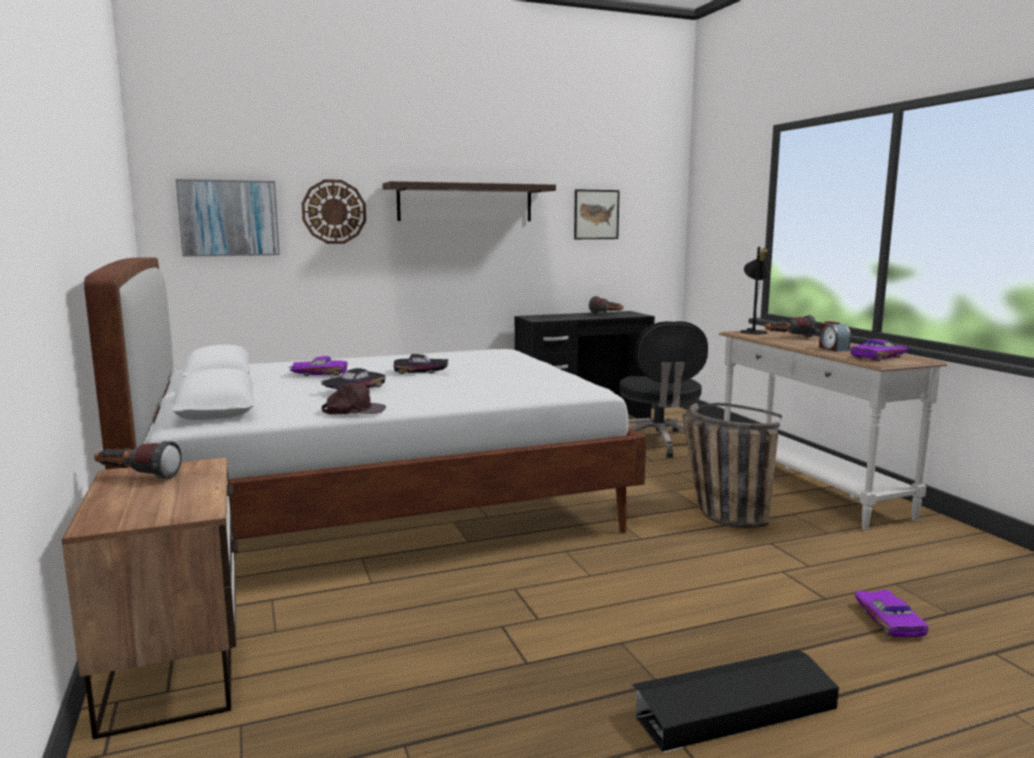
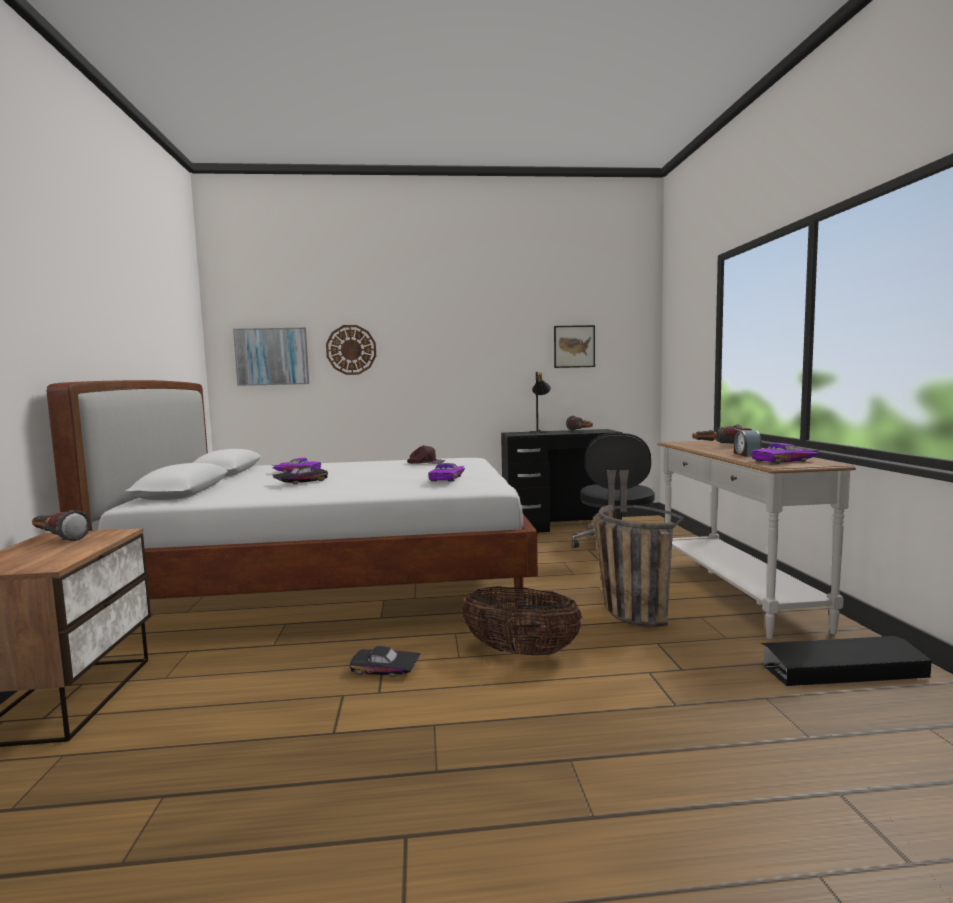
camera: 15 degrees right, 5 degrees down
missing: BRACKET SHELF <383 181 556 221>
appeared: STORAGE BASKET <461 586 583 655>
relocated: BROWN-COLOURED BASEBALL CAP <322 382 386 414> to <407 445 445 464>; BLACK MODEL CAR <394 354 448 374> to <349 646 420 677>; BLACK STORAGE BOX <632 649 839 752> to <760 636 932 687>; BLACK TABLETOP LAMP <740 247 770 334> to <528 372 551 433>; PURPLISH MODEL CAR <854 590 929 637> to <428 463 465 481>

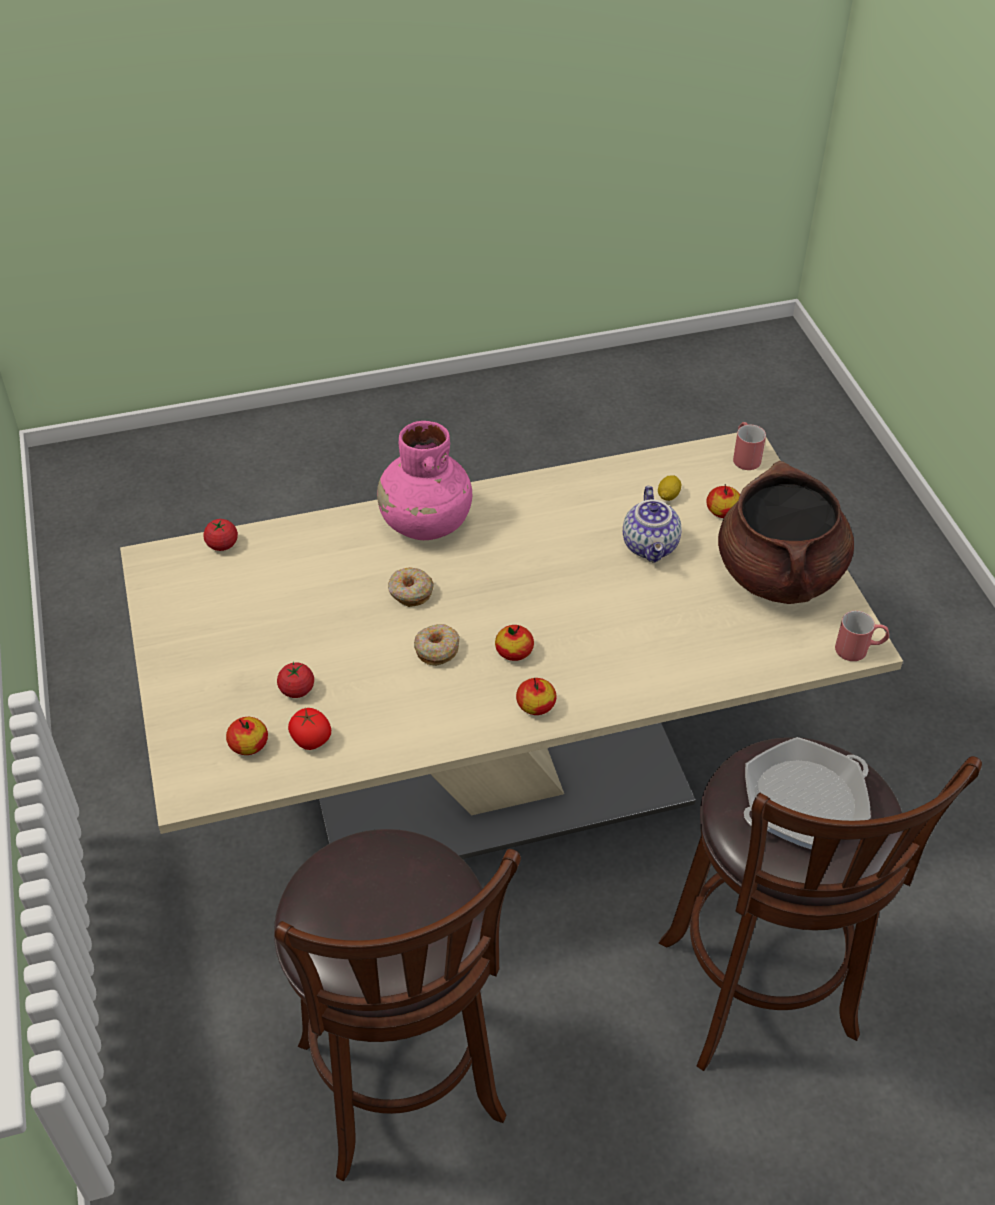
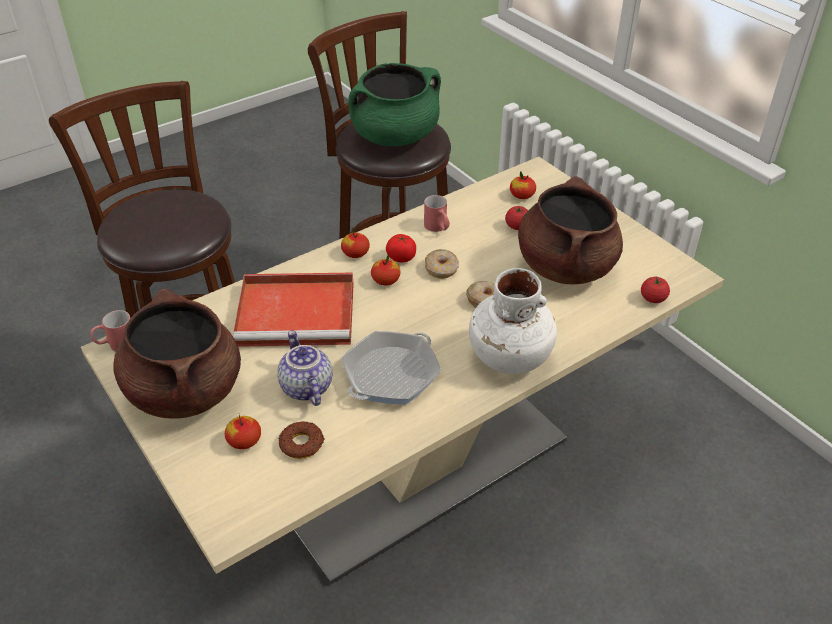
camera: 160 degrees right, 5 degrees down
appeared: RED-COLOURED CARRYING TRAY <233 272 354 347>; GREEN-COLOURED STOCKPOT <348 63 441 146>; BROWN-COLOURED STOCKPOT <518 176 623 284>
relocated: FRESH TOMATO <288 708 331 750> to <386 234 416 262>; RED-COLOURED COFFEE MUG <733 422 766 470> to <424 195 450 232>; PAN <744 737 871 850> to <342 331 441 405>
exchanged: LEMON <658 475 682 501> to DONUT <279 421 324 459>
colour: PINK FLOWER VASE <377 421 472 540> to WHITE-COLOURED FLOWER VASE <469 268 557 374>

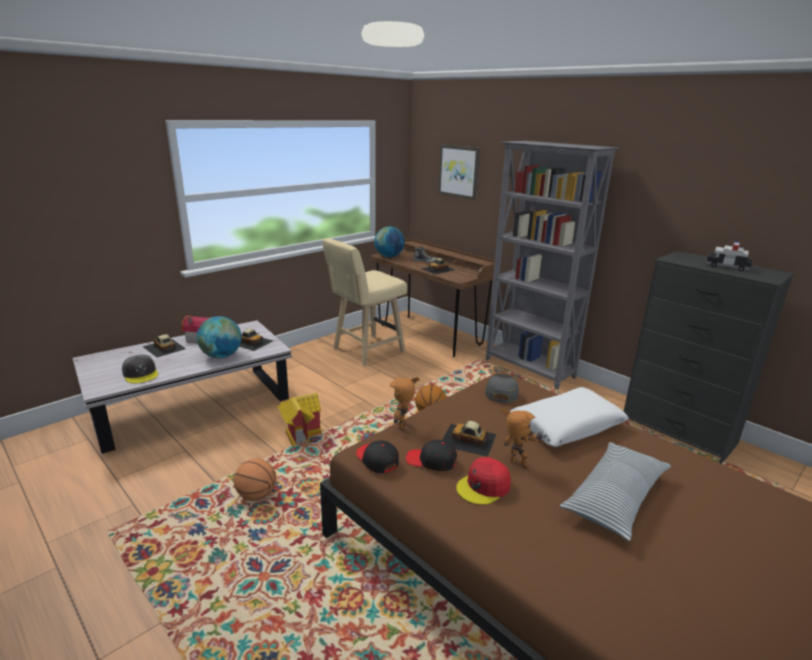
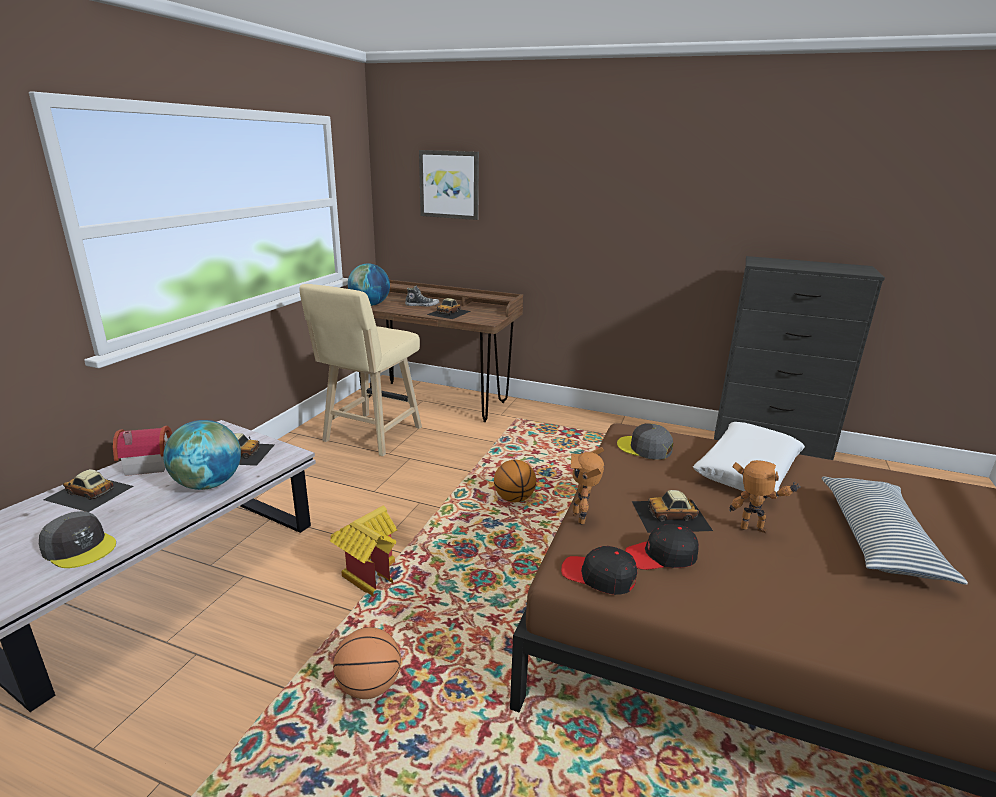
camera: 25 degrees left, 0 degrees up
missing: RED-COLOURED BASEBALL CAP <456 457 511 505>; GREY BOOKCASE <486 141 619 390>; MODEL CAR <706 242 752 271>
spun: GREY BASEBALL CAP <485 374 519 403> = <617 423 673 460> 45 degrees counterclockwise

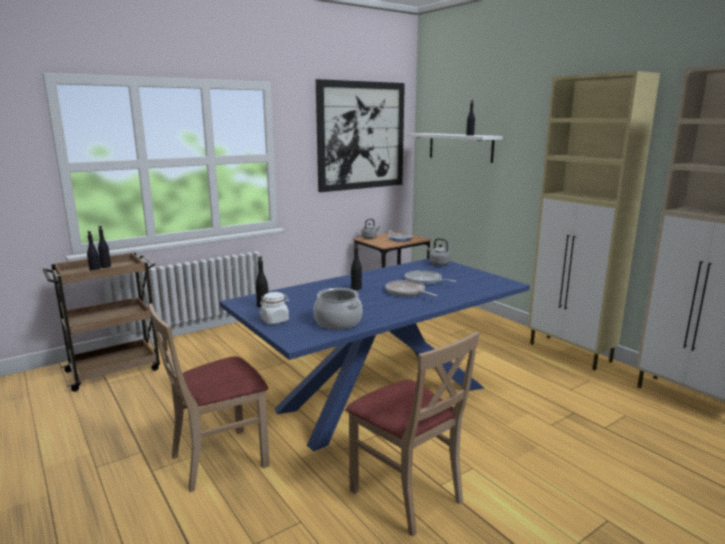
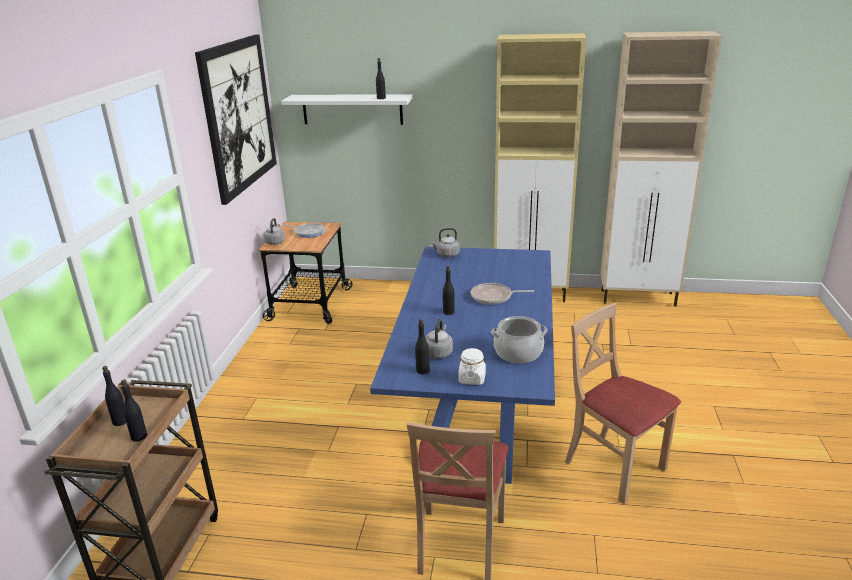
camera: 45 degrees left, 10 degrees up
missing: PAN <405 270 457 285>
appeared: GREY WATER KETTLE <425 319 453 359>
spun: BEIGE-COLOURED CHAIR <346 331 480 537> = <565 303 681 505> 135 degrees counterclockwise

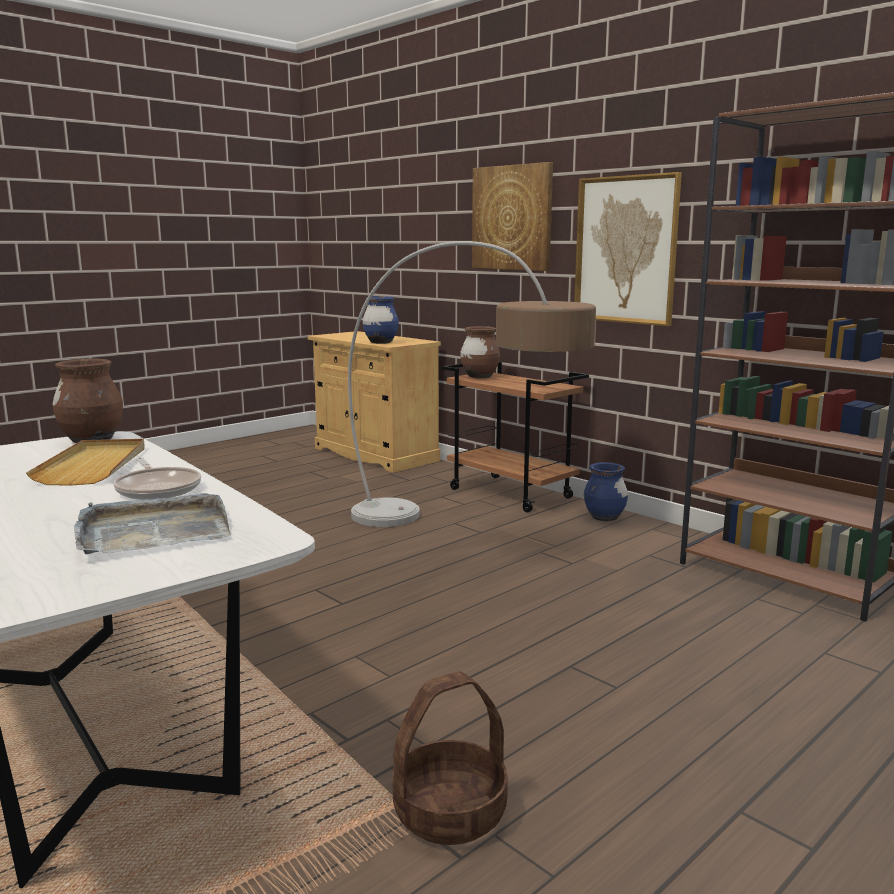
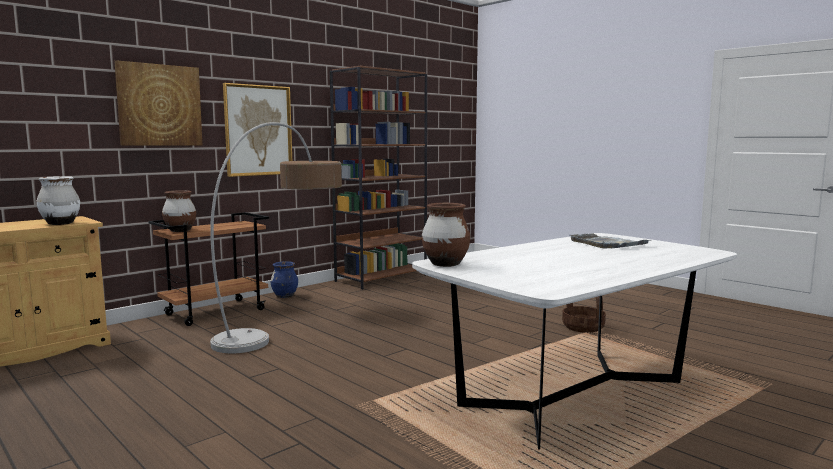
camera: 90 degrees left, 5 degrees down
missing: BEIGE-COLOURED CARRYING TRAY <26 439 145 486>; PAN <113 457 201 500>
colour: BLUE-COLOURED FLOWER VASE <362 296 399 344> to WHITE-COLOURED FLOWER VASE <36 176 80 225>

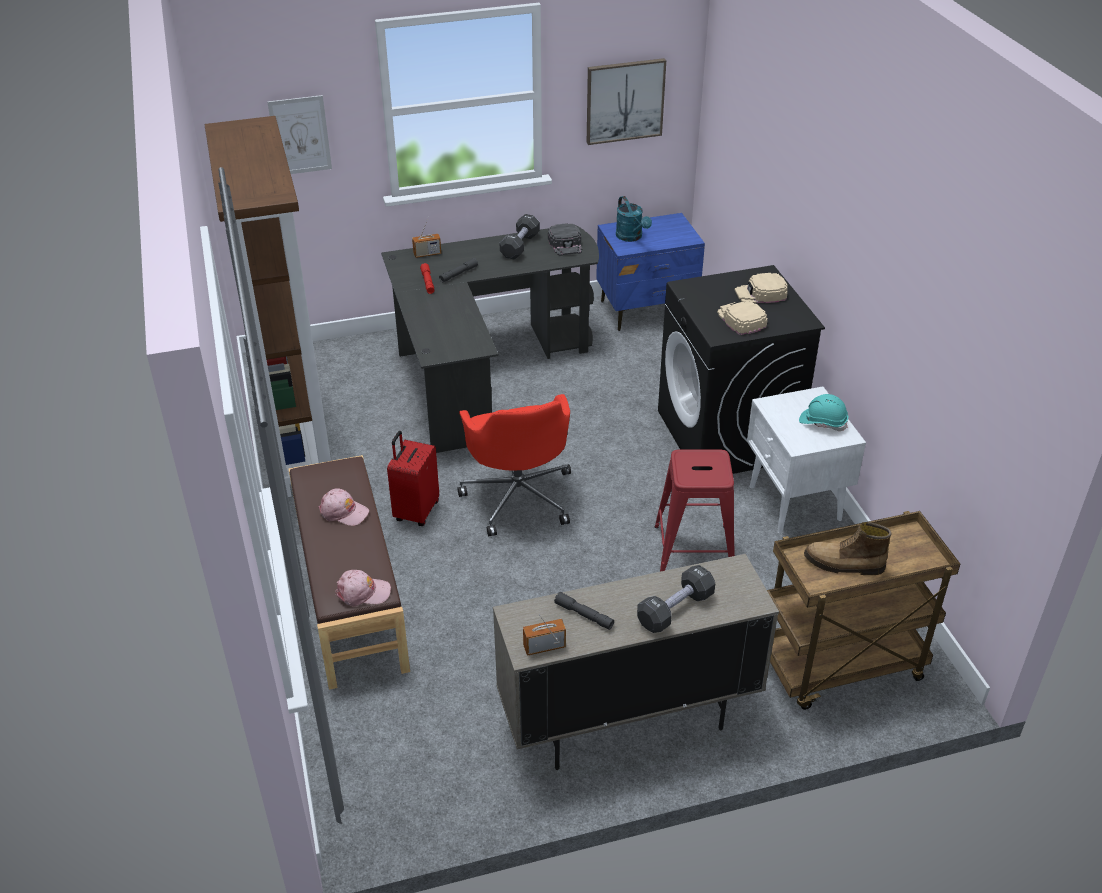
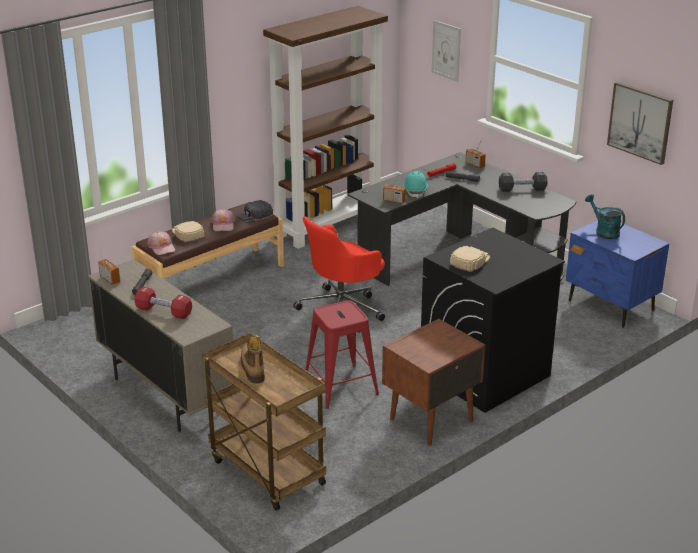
camera: 65 degrees right, 10 degrees down
missing: RED-COLOURED PIECE OF LUGGAGE <387 431 439 526>
appeared: RADIO <383 179 406 204>
relocated: BLACK BASEBALL CAP <548 223 582 256> to <237 200 273 223>; BEIGE-COLOURED BASEBALL CAP <735 273 788 303> to <172 221 205 243>; TURQUOISE-COLOURED WORK HELMET <799 394 848 431> to <403 171 428 198>
colour: BLACK HAND WEIGHT <637 565 715 633> to RED-COLOURED HAND WEIGHT <134 286 192 319>; WHITE-COLOURED BEDSIDE TABLE <747 387 866 533> to BROWN-COLOURED BEDSIDE TABLE <382 319 485 446>
spun: TURQUOISE-COLOURED WATERING POT <616 196 652 242> = <585 194 625 239> 105 degrees clockwise

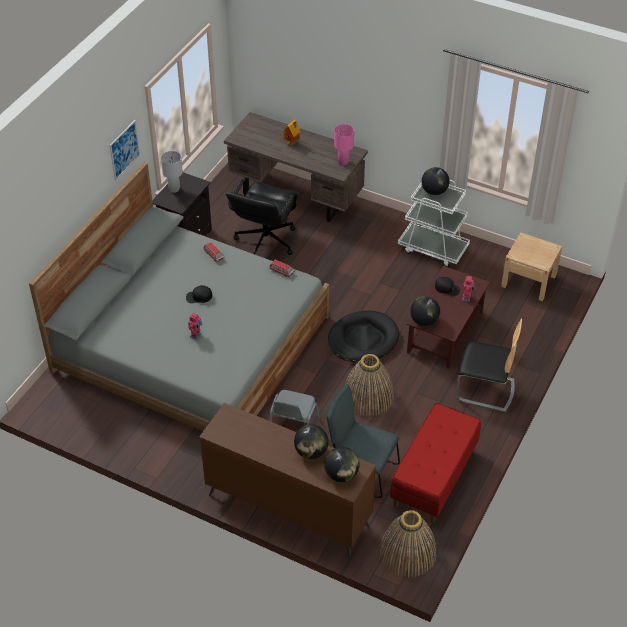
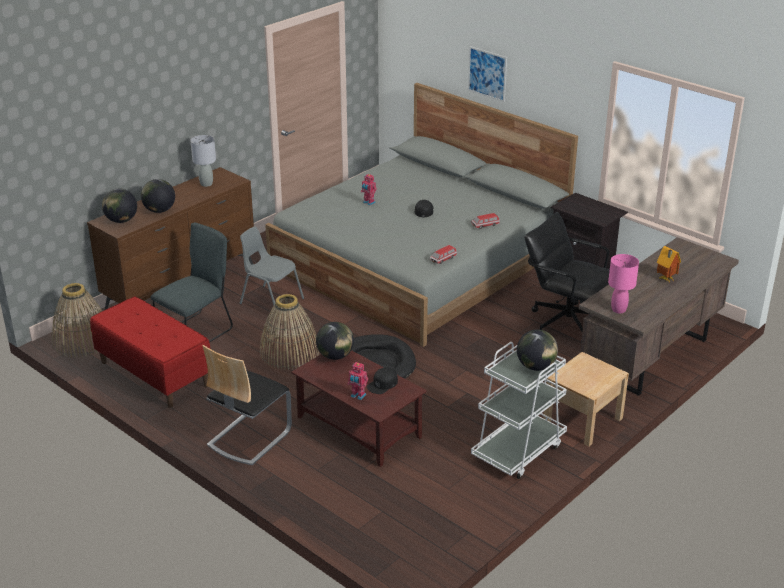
camera: 105 degrees right, 15 degrees down
relocated: WALL PICTURE <110 120 140 181> to <468 46 507 102>; GREY TABLETOP LAMP <161 151 183 193> to <190 135 216 187>; BEIGE-COLOURED BEDSIDE TABLE <501 232 562 301> to <543 352 629 447>

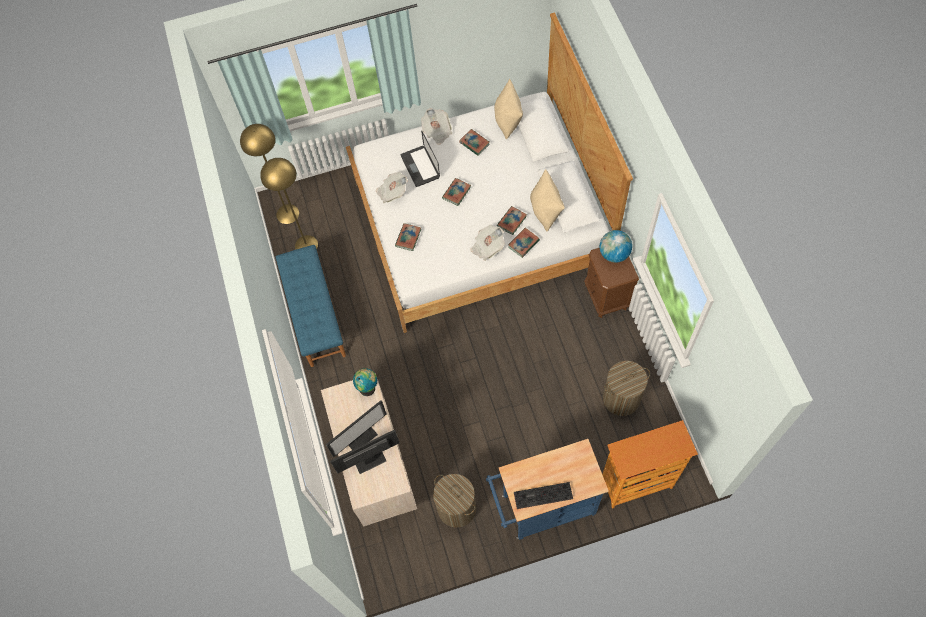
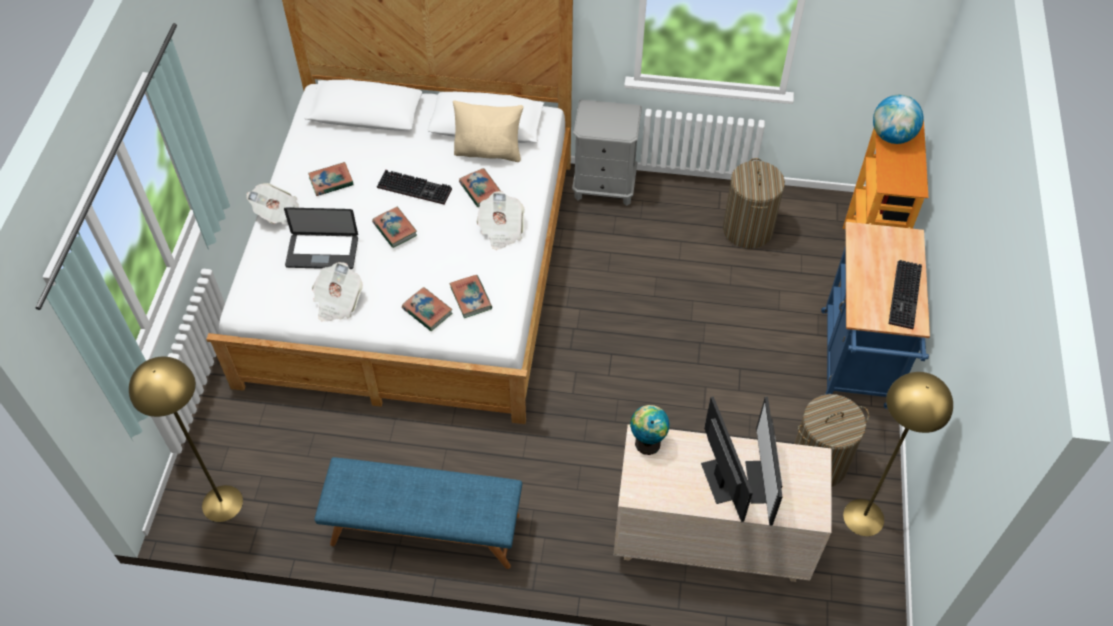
camera: 70 degrees left, 10 degrees down
missing: BEIGE-COLOURED PILLOW <494 79 523 139>
appeared: COMPUTER KEYBOARD <377 170 452 205>
relocated: YELLOWISH FLOOR LAMP <260 158 318 250> to <843 372 953 536>; BOOK <508 228 540 258> to <449 275 492 318>; WORLD GLOBE <600 230 632 263> to <873 95 923 144>
colour: BROWN-COLOURED BEDSIDE TABLE <584 248 639 318> to GREY BEDSIDE TABLE <572 100 642 206>

